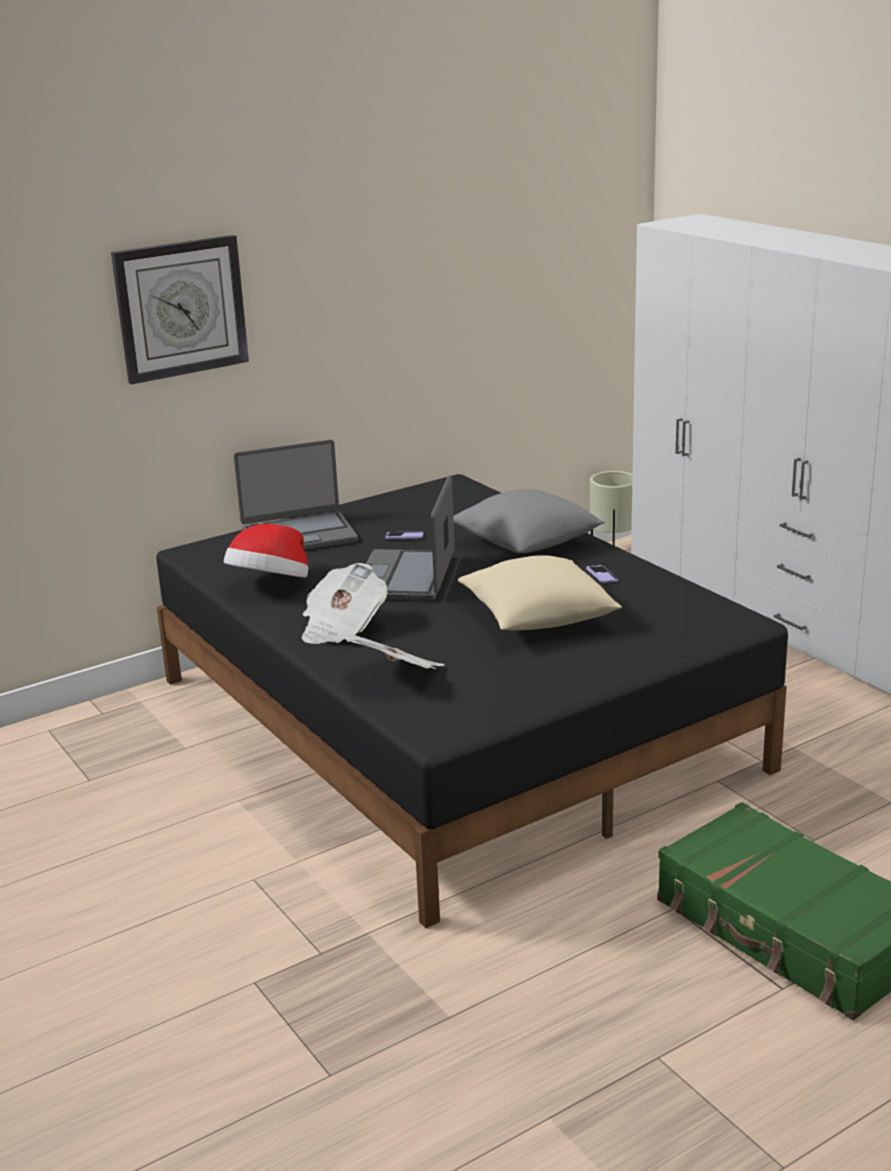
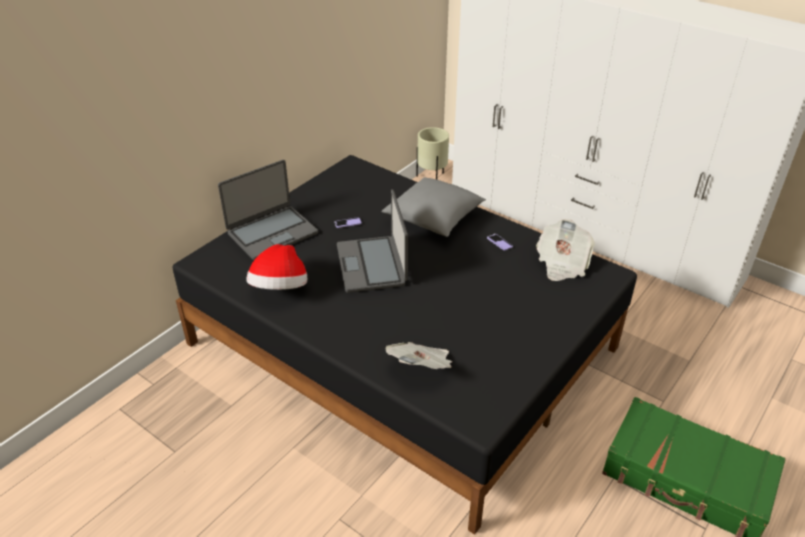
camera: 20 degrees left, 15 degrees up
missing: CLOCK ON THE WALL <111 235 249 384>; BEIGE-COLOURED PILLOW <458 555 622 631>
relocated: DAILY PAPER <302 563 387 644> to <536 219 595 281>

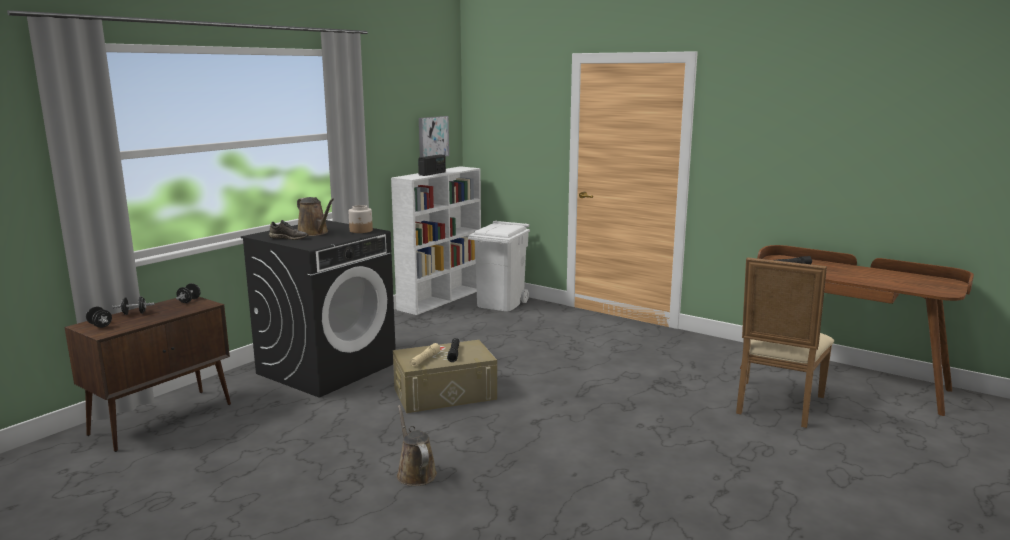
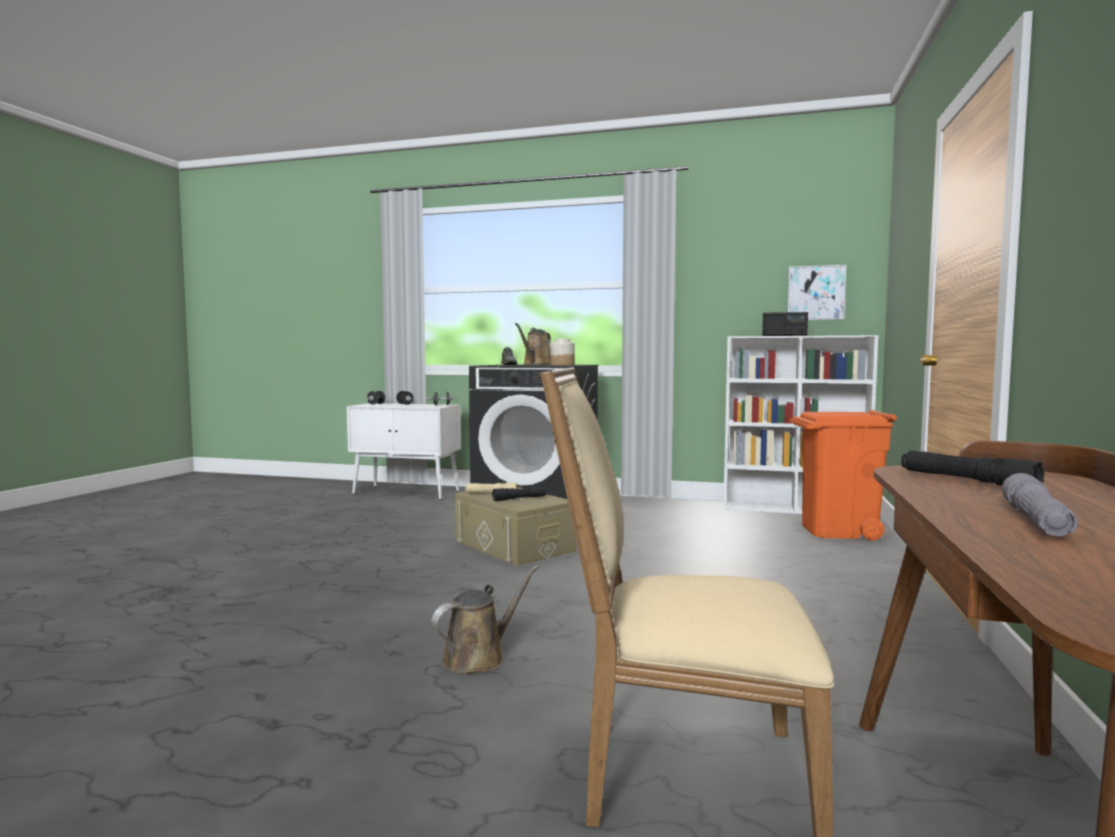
camera: 70 degrees right, 10 degrees down
appeared: GREY TORCH <1002 473 1078 536>
relocated: BROWN-COLOURED WATERING POT <397 405 437 486> to <431 565 539 674>
colour: BROWN-COLOURED CABINET <65 297 231 452> to WHITE-COLOURED CABINET <347 403 461 500>; WHITE-COLOURED TRASH CAN <468 221 530 311> to ORANGE TRASH CAN <790 410 897 541>

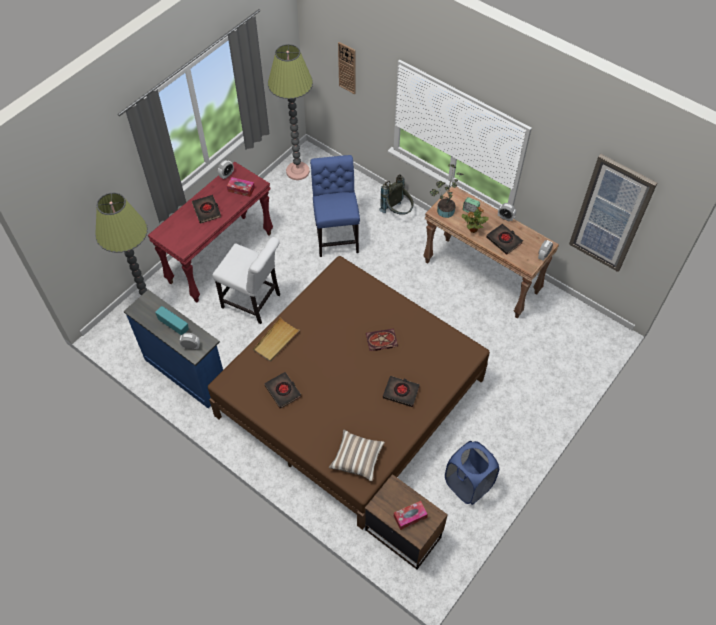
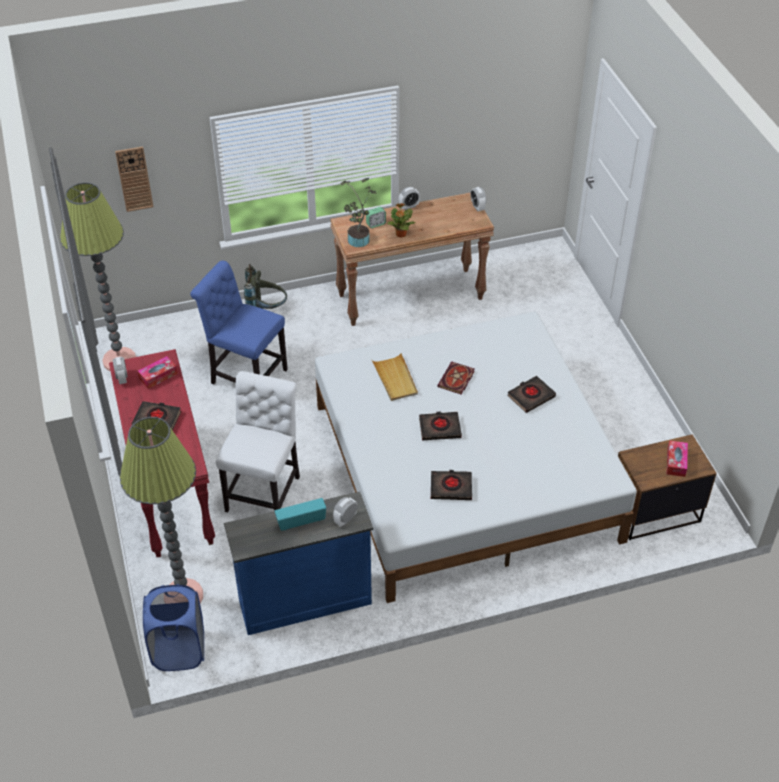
camera: 55 degrees left, 10 degrees down
missing: PILLOW <329 430 385 482>; WALL PICTURE <569 154 657 272>
relocated: BEIGE-COLOURED CARRYING TRAY <253 317 299 362> to <372 353 418 401>; BLUE-COLOURED HAMPER <445 441 499 505> to <143 584 204 671>; BLACK BOOK <486 224 523 255> to <419 411 462 440>
colour: BROWN-COLOURED BEDROOM BED <208 256 490 530> to WHITE-COLOURED BEDROOM BED <315 312 637 603>
spun: WHITE-COLOURED CHAIR <212 237 280 324> = <216 371 300 512> 45 degrees counterclockwise

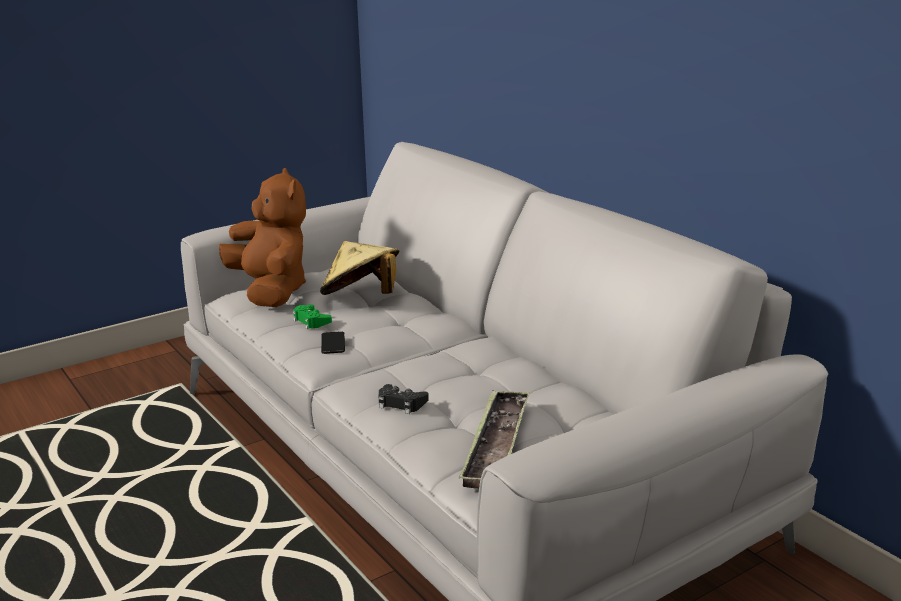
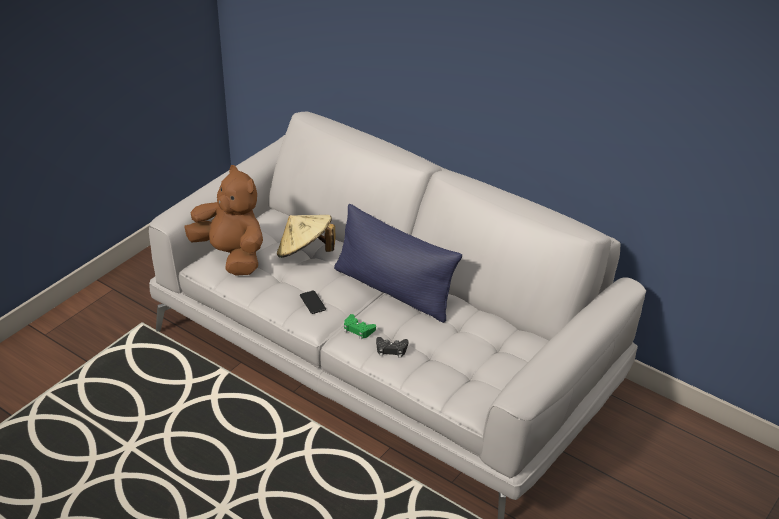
camera: 20 degrees left, 15 degrees up
missing: CARRYING TRAY <459 390 530 489>
appeared: BLUE-COLOURED PILLOW <334 204 462 323>
relocated: GREEN-COLOURED GAME CONTROLLER <293 304 332 329> to <344 314 376 339>

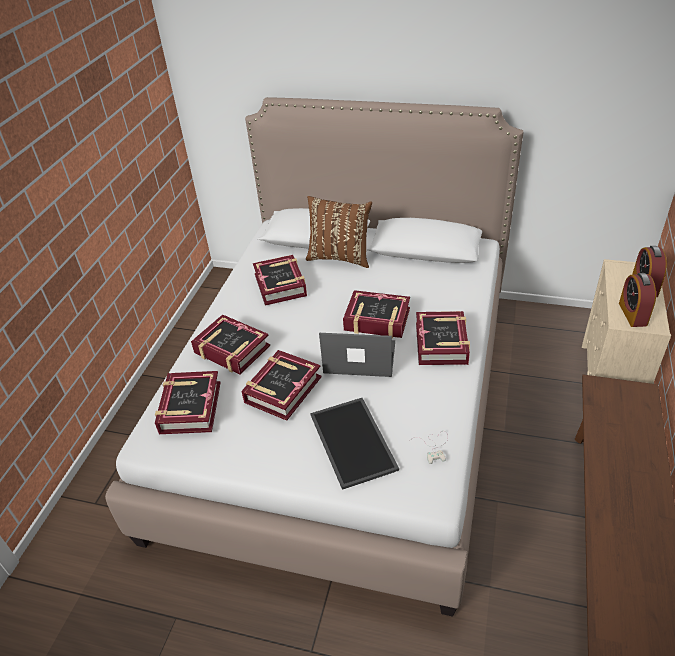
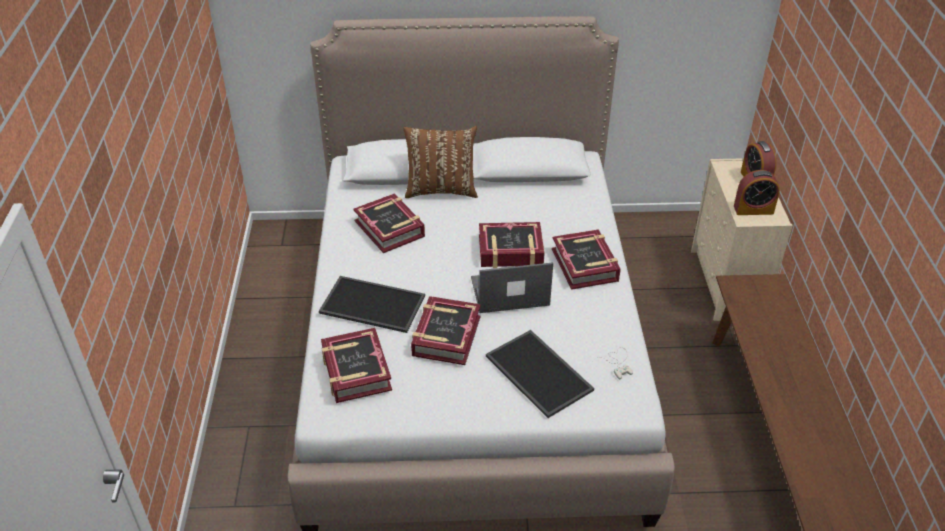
camera: 20 degrees left, 0 degrees up
exchanged: BOOK <191 314 270 374> to CARRYING TRAY <319 276 425 333>
spun: ALARM CLOCK <619 273 656 327> = <734 170 780 215> 75 degrees counterclockwise

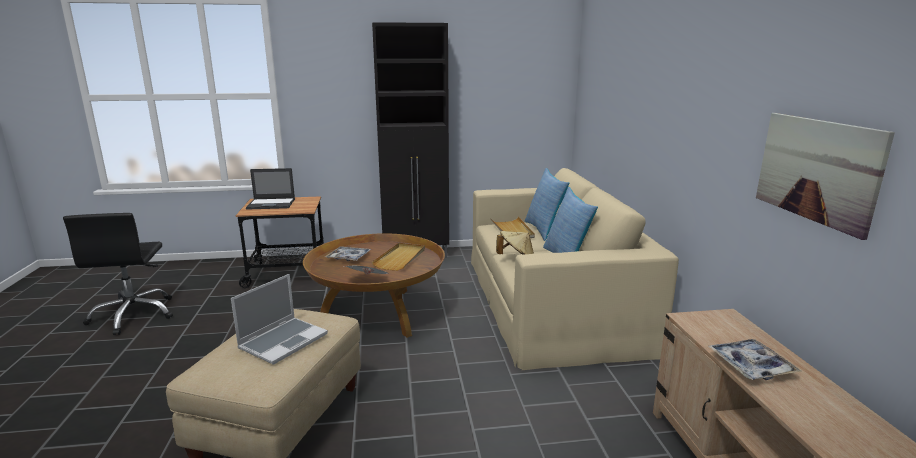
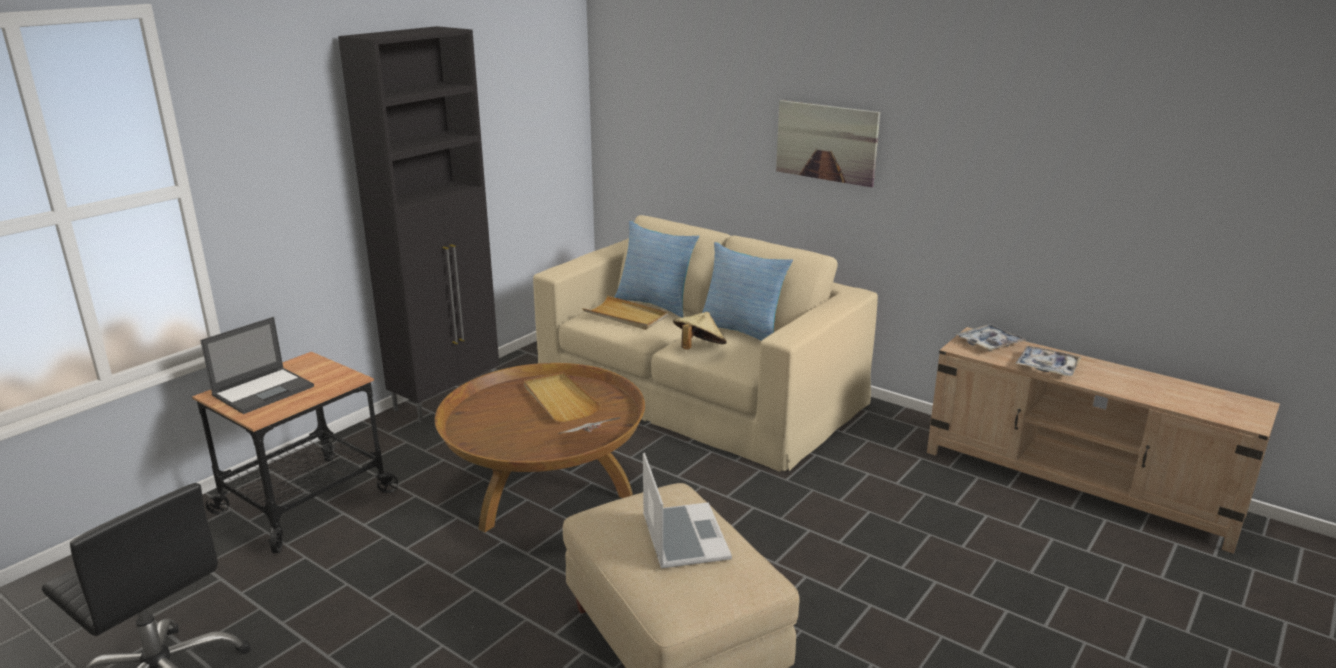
camera: 45 degrees left, 5 degrees up
relocated: CARRYING TRAY <325 246 371 261> to <956 324 1027 351>; WALL PICTURE <756 113 895 240> to <776 100 880 187>

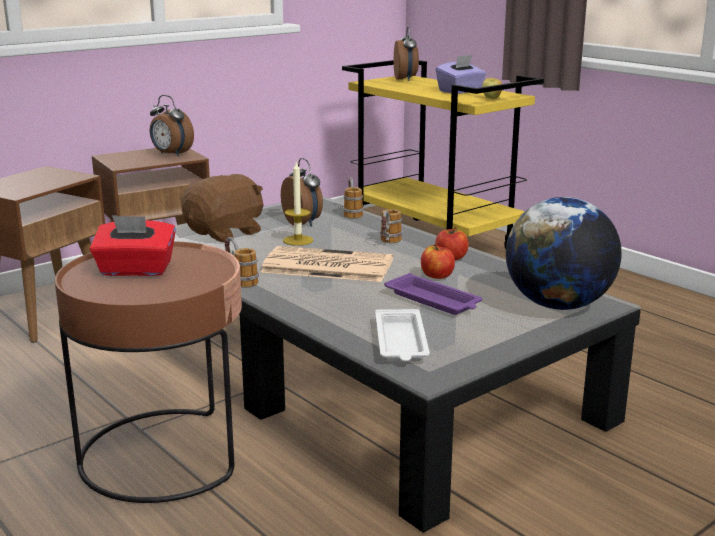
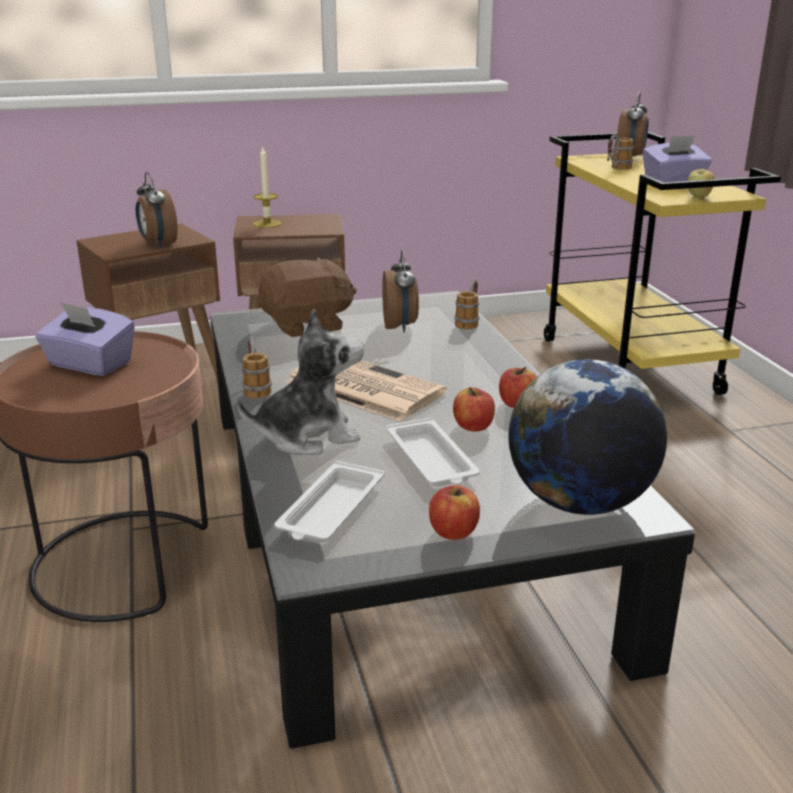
camera: 25 degrees right, 5 degrees up
appeared: PLUSH TOY <237 309 364 455>; WHOLE APPLE <429 485 480 540>
relocated: ALARM CLOCK <150 95 194 157> to <136 172 178 248>; CANDLE <283 161 313 246> to <253 145 282 228>; COFFEE MUG <380 209 402 243> to <607 134 634 170>
colour: RED-COLOURED BOX OF TISSUES <90 215 176 276> to PURPLISH BOX OF TISSUES <35 302 135 376>; PURPLISH CARRYING TRAY <384 273 483 315> to WHITE-COLOURED CARRYING TRAY <386 417 480 487>

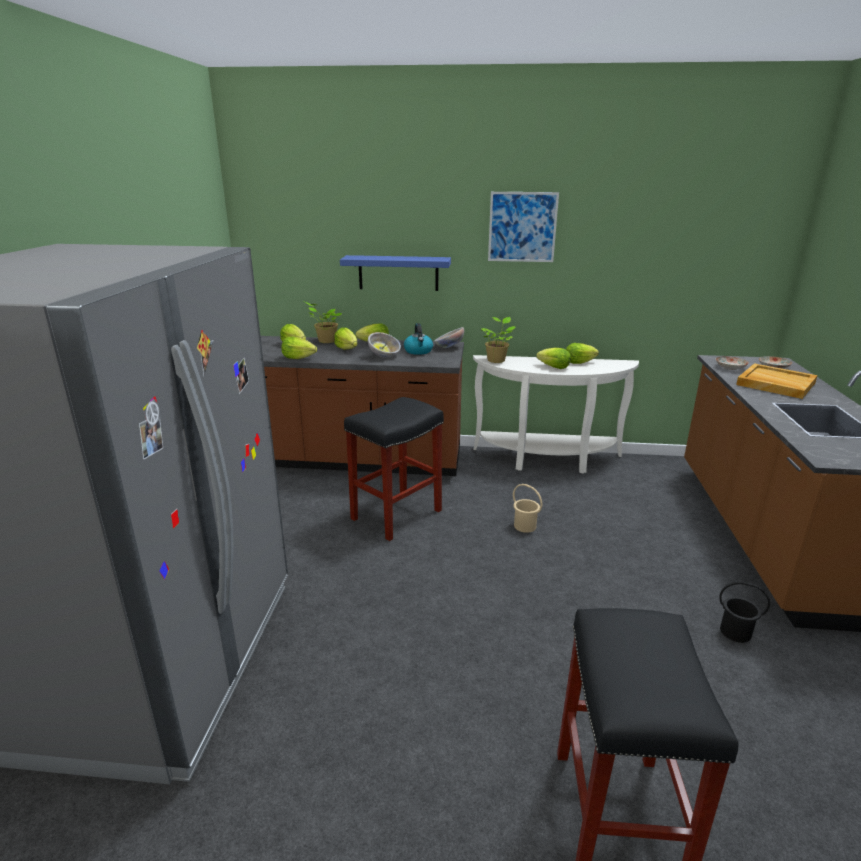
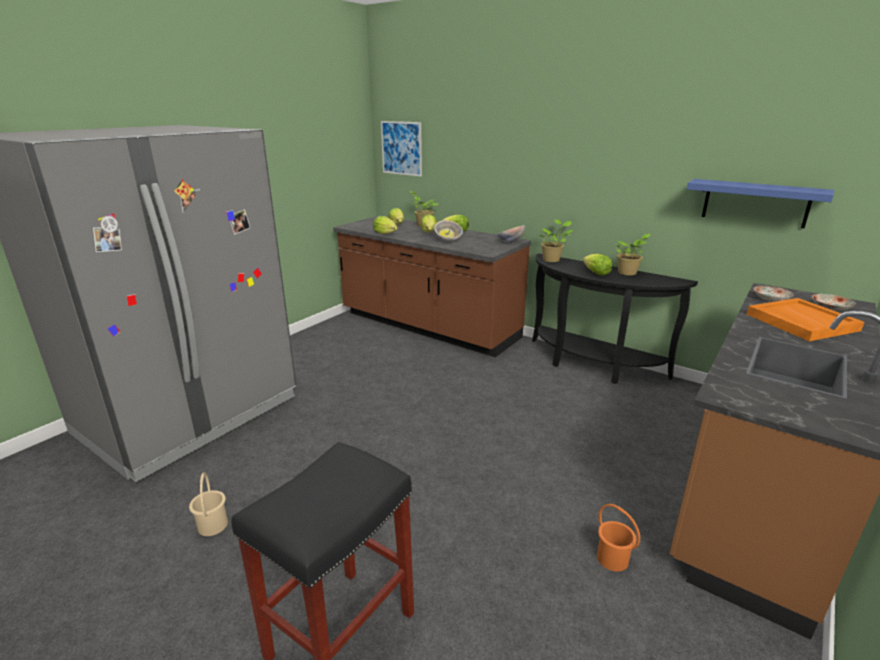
camera: 30 degrees right, 0 degrees up
missing: BLACK STOOL <344 397 444 541>; WATER KETTLE <404 323 433 355>
relocated: BLUE-COLOURED BRACKET SHELF <340 255 451 291> to <687 179 834 228>; WALL PICTURE <488 192 559 262> to <381 121 422 176>; BEIGE-COLOURED BUCKET <513 484 542 533> to <189 473 228 536>
exchanged: LETTUCE <566 343 599 364> to PLANT IN A POT <616 234 650 276>
colour: WHITE-COLOURED NARROW TABLE <473 355 639 474> to BLACK NARROW TABLE <532 253 698 384>; BLACK BUCKET <719 582 770 643> to ORANGE BUCKET <597 504 640 572>; BEIGE-COLOURED CARRYING TRAY <736 363 818 399> to ORANGE CARRYING TRAY <747 298 864 341>

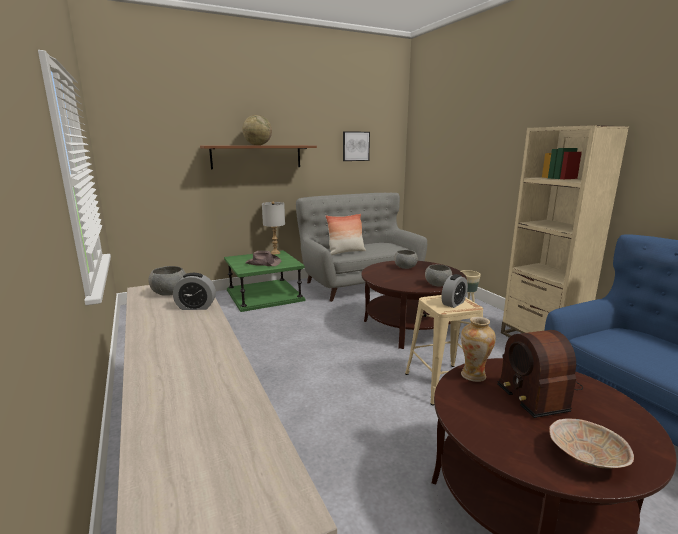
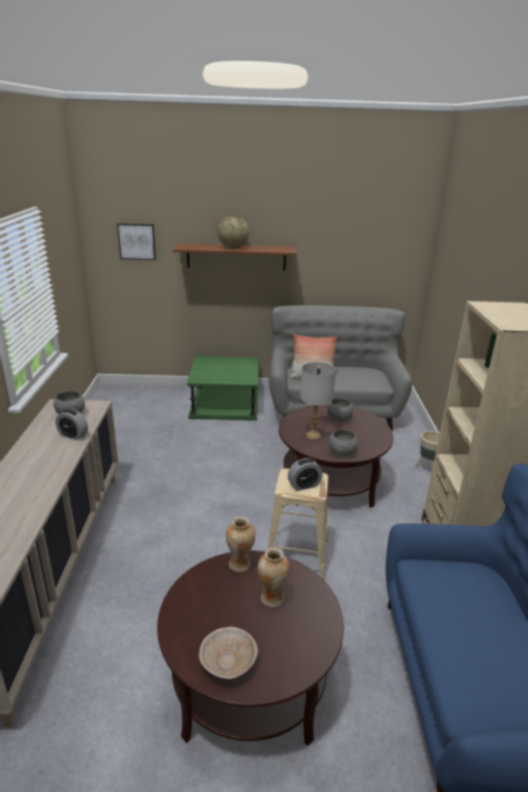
camera: 25 degrees right, 10 degrees up
missing: BROWN-COLOURED HAT <245 251 281 266>
relocated: GREY TABLETOP LAMP <262 201 285 254> to <300 362 336 440>; WALL PICTURE <343 131 370 161> to <117 224 156 260>
exchanged: RADIO <497 330 583 418> to FLOWER VASE <257 547 289 607>

